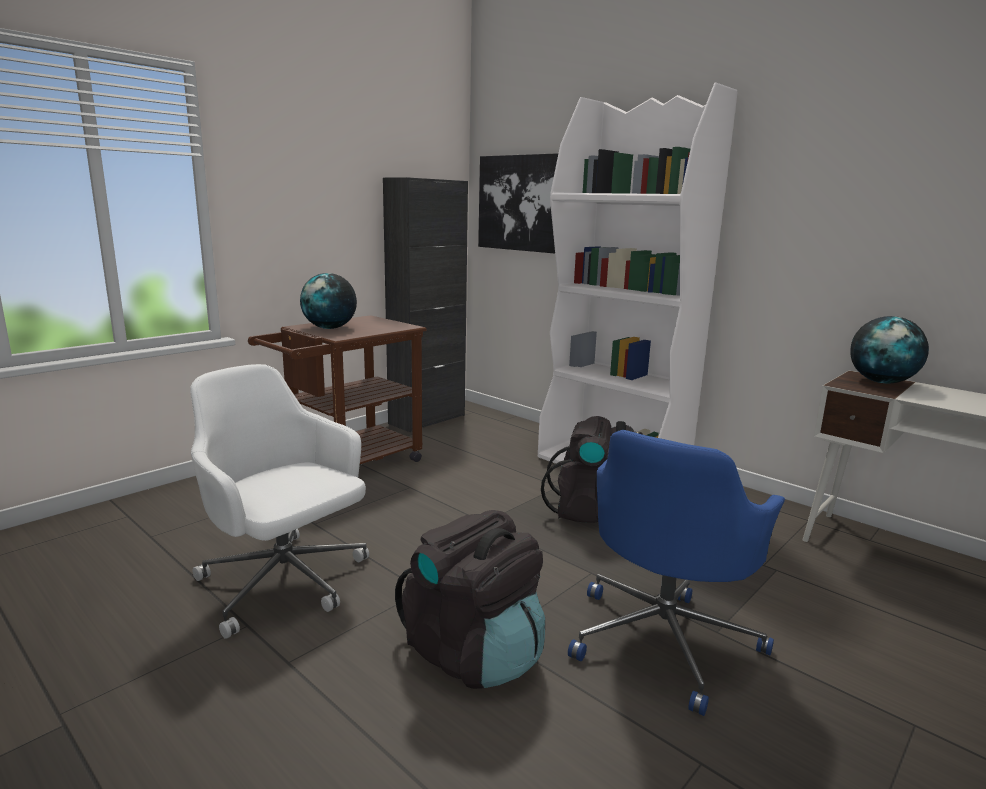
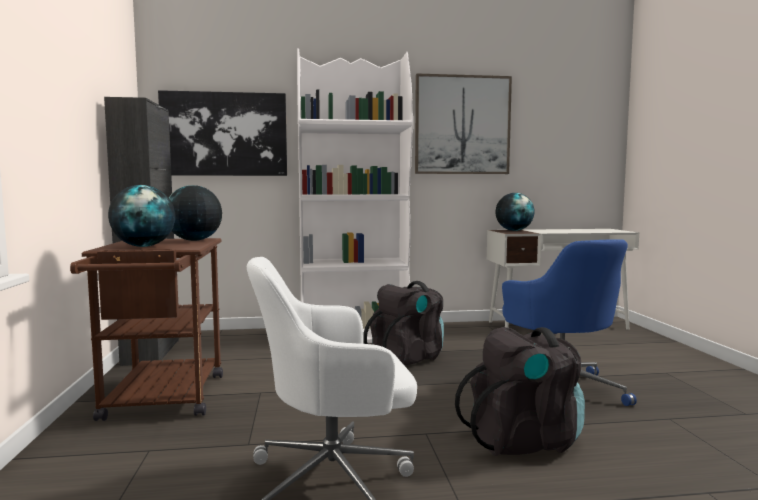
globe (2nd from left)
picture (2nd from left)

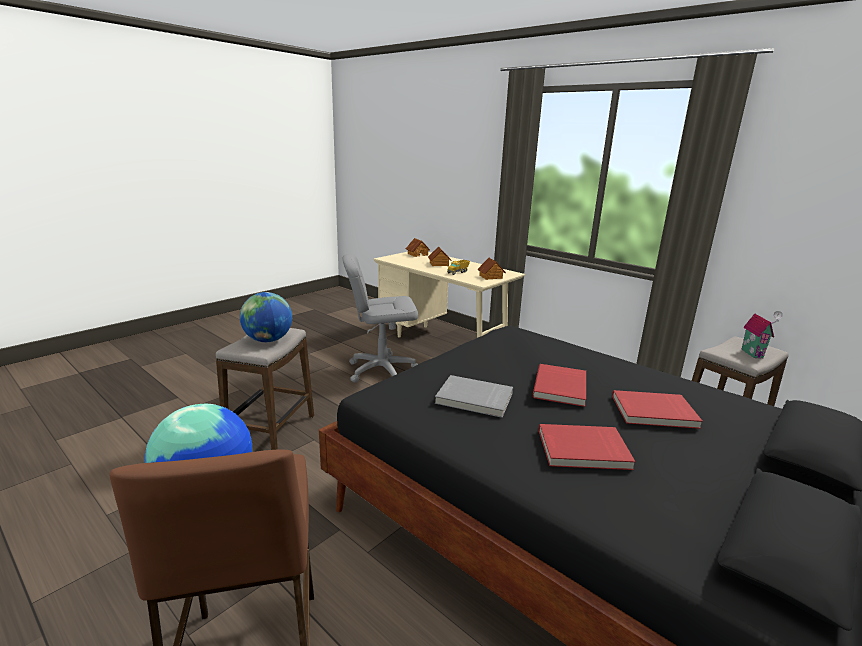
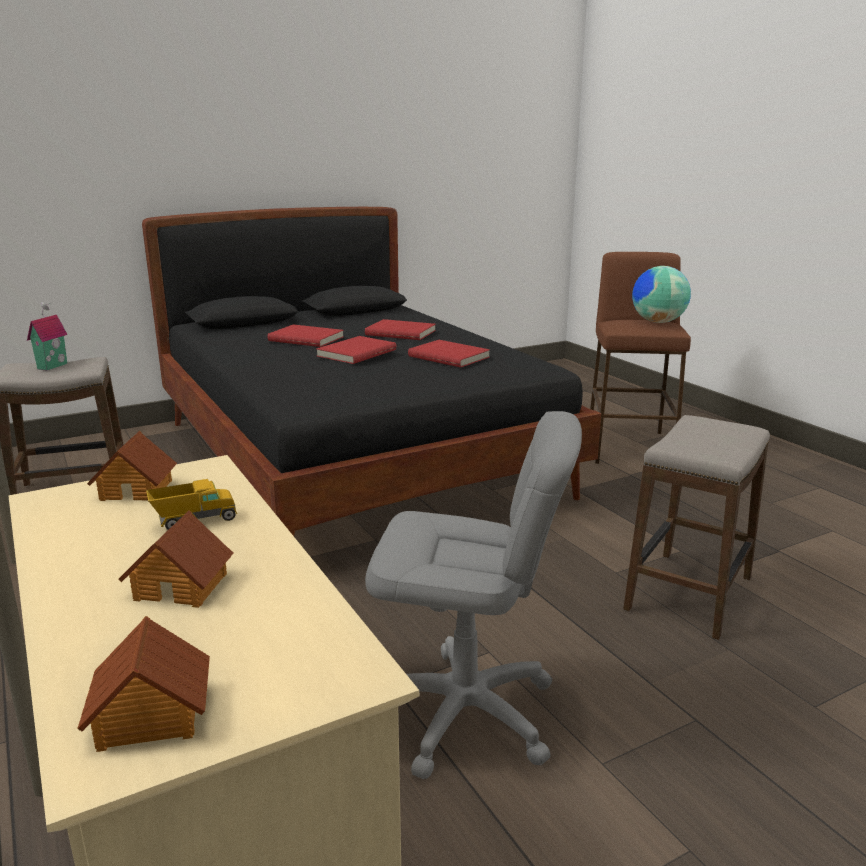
globe (2nd from left in the first image)
red book (4th from left)

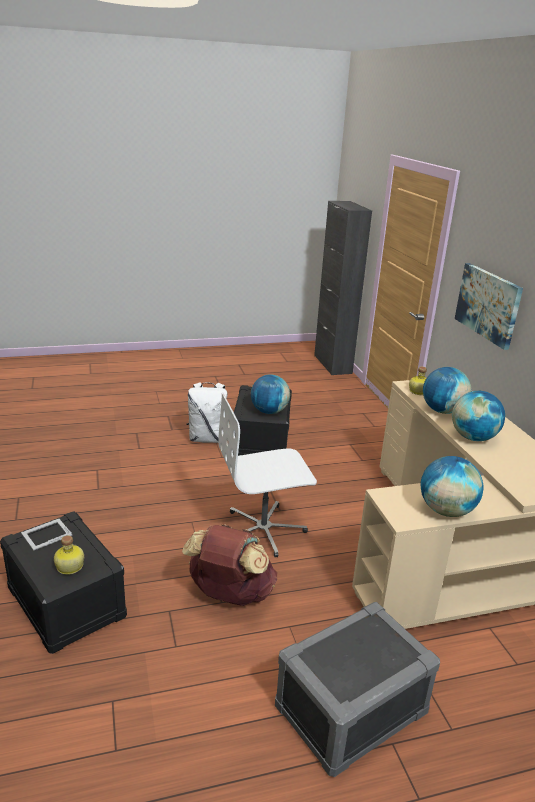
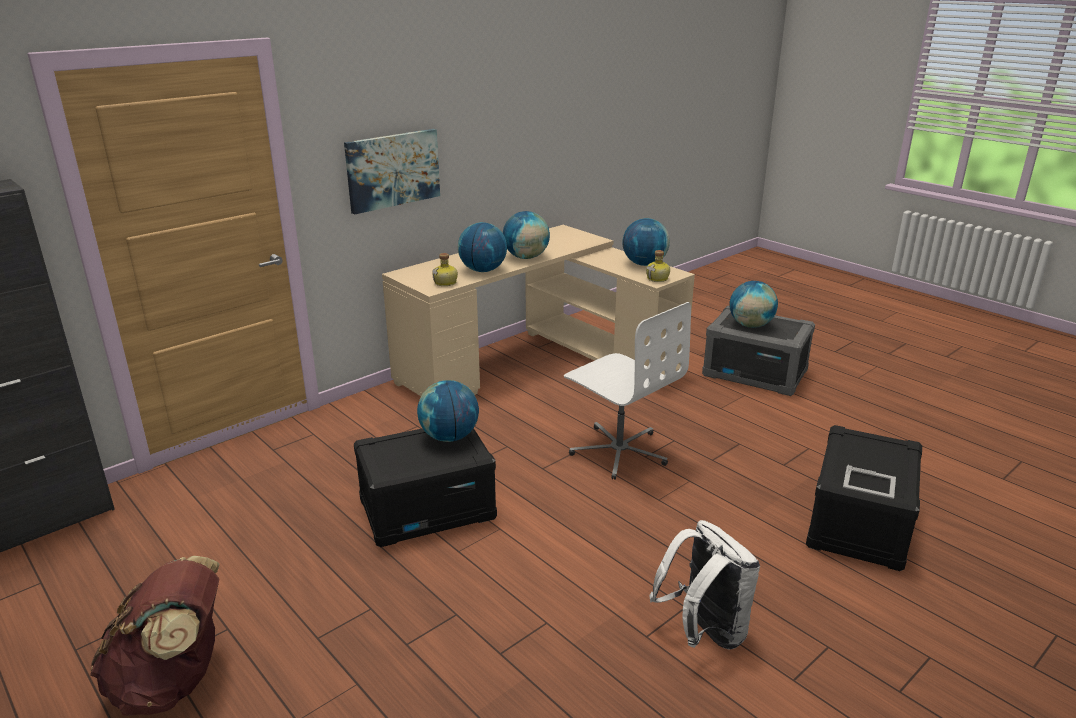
bottle (2nd from left)
brown backpack
white backpack
globe (5th from left)

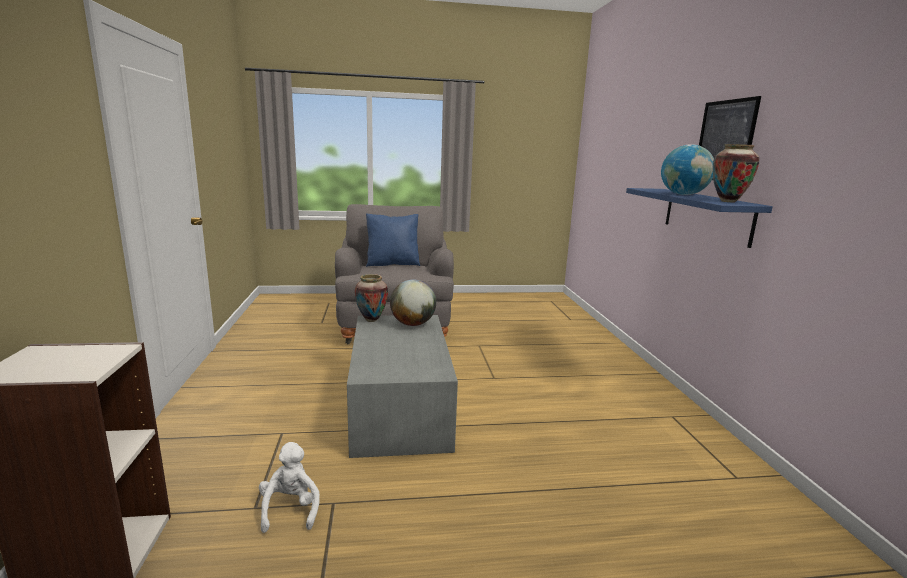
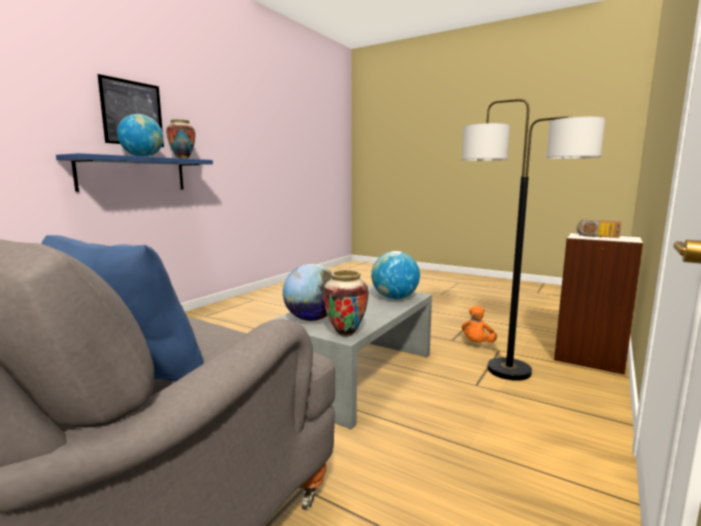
orange plush toy
globe (3rd from left)
floor lamp
radio

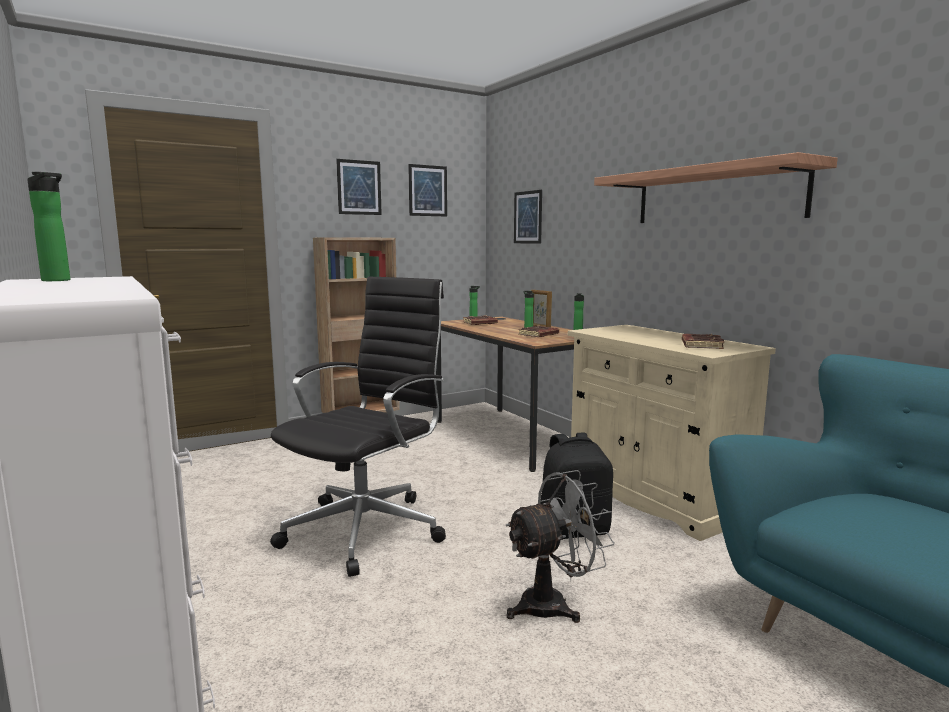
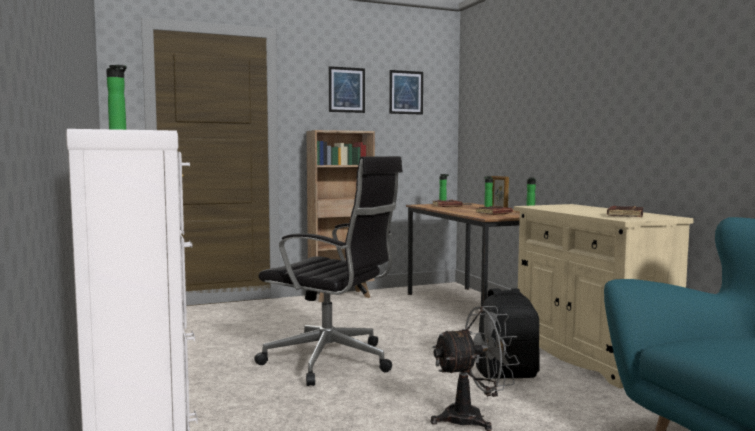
black office chair
picture (3rd from left in the first image)
shelf

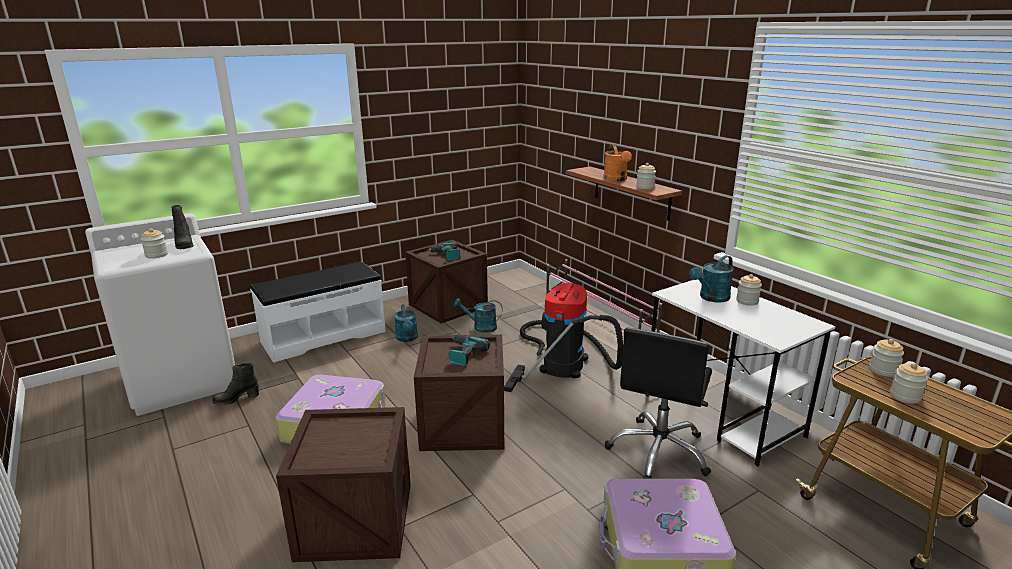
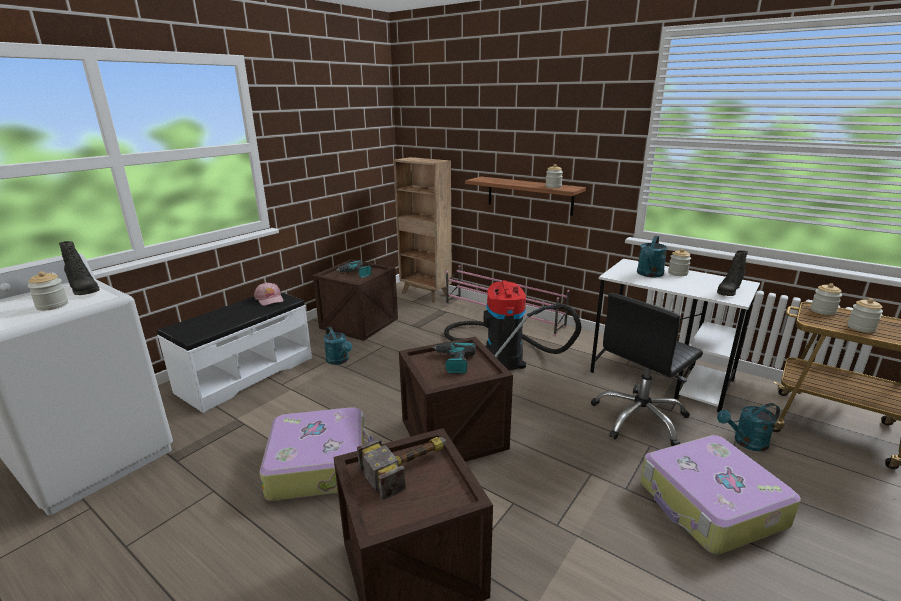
black boot (2nd from left)
turquoise watering can (3rd from left)
orange watering can
black office chair
pink cap
hammer
brown bookcase

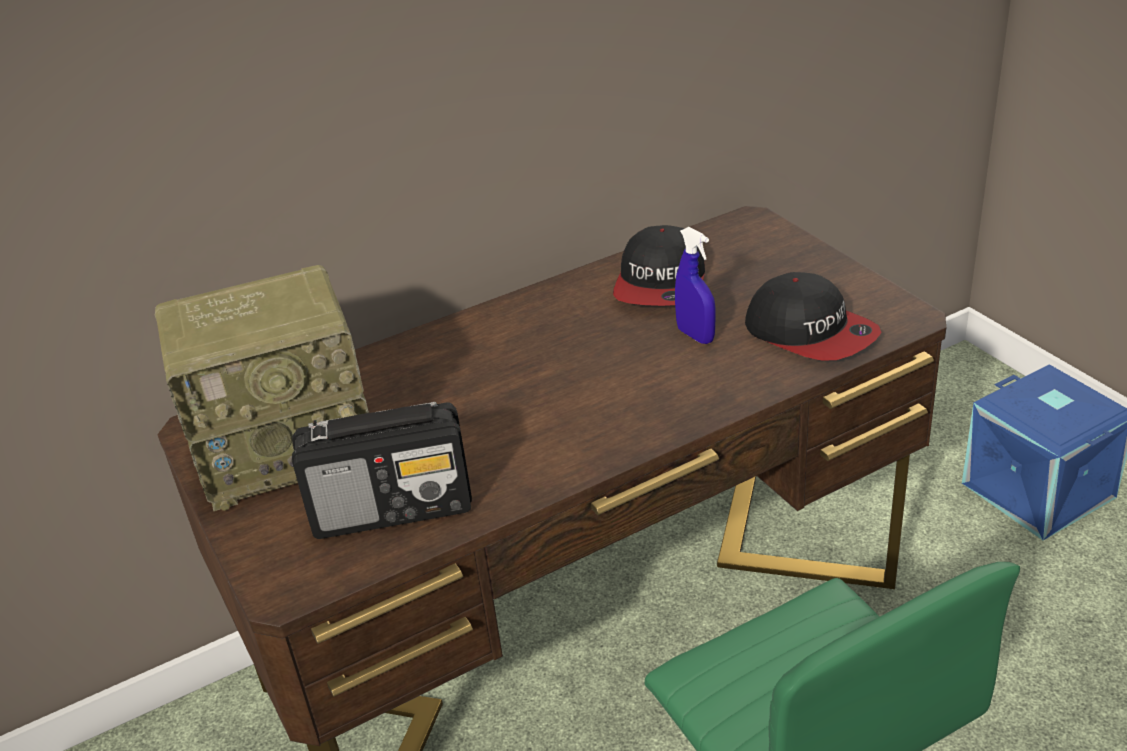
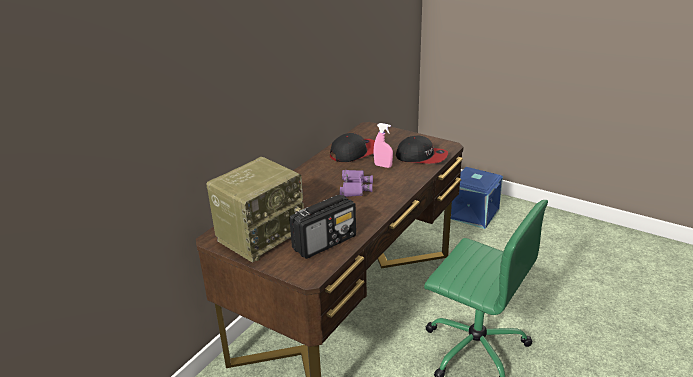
cap (1st from left)
pink spray bottle
purple binoculars

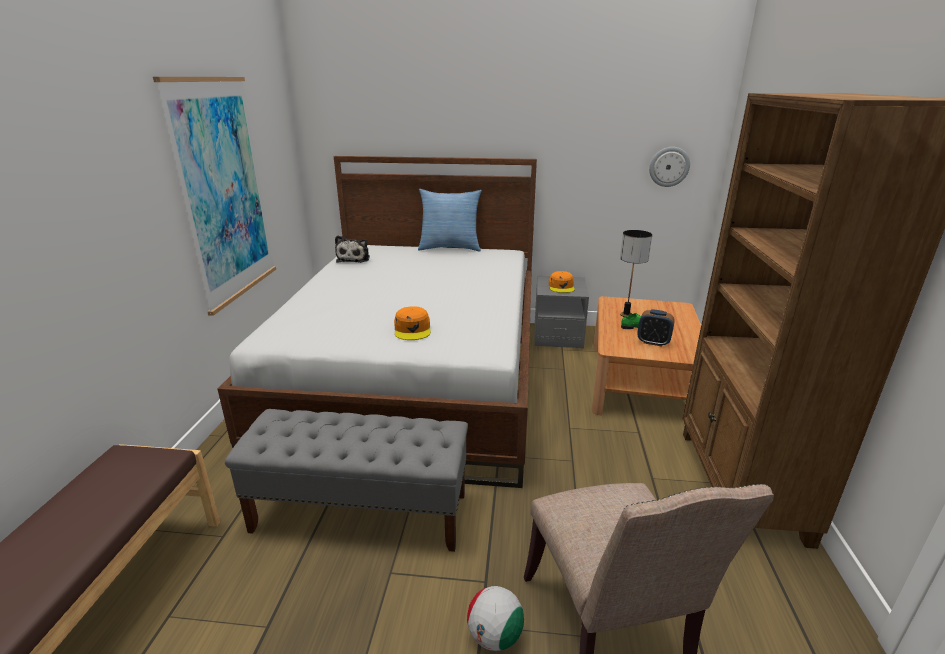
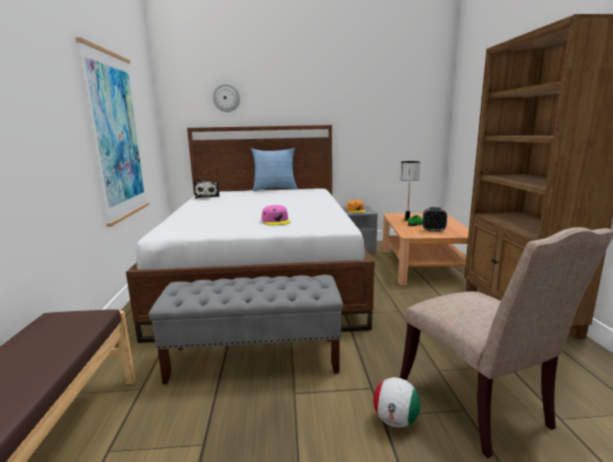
pink cap
wall clock

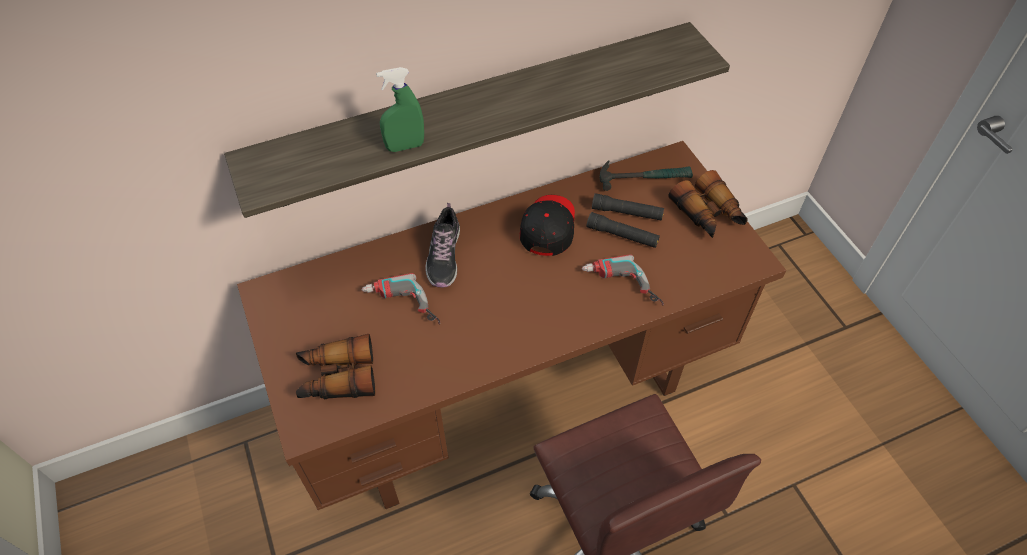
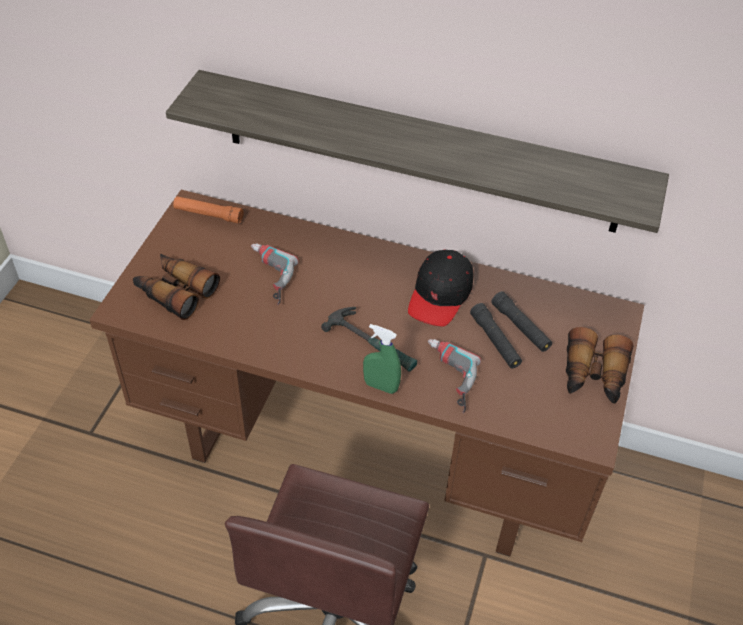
green spray bottle
shoe
black cap
hammer
orange flashlight

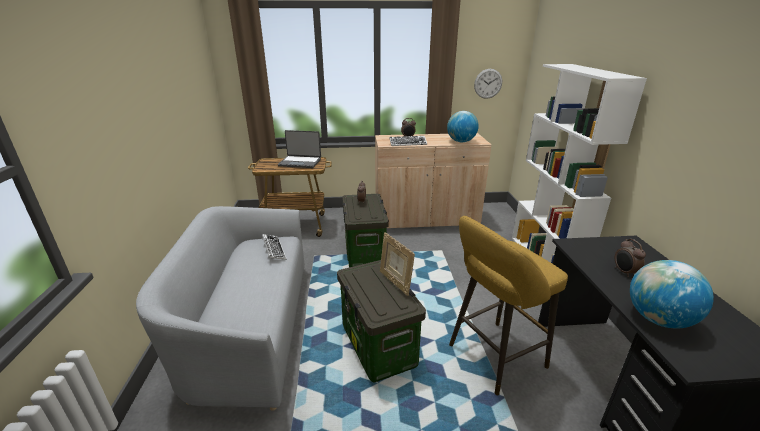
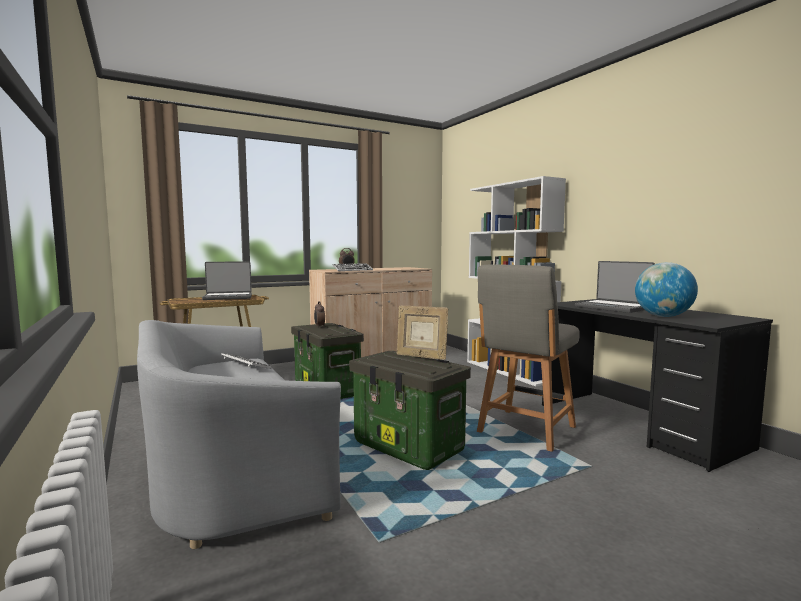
globe (1st from left in the first image)
grey chair
wall clock
laptop (2nd from left)

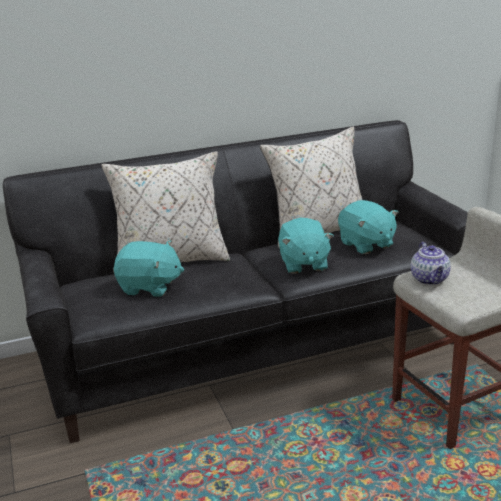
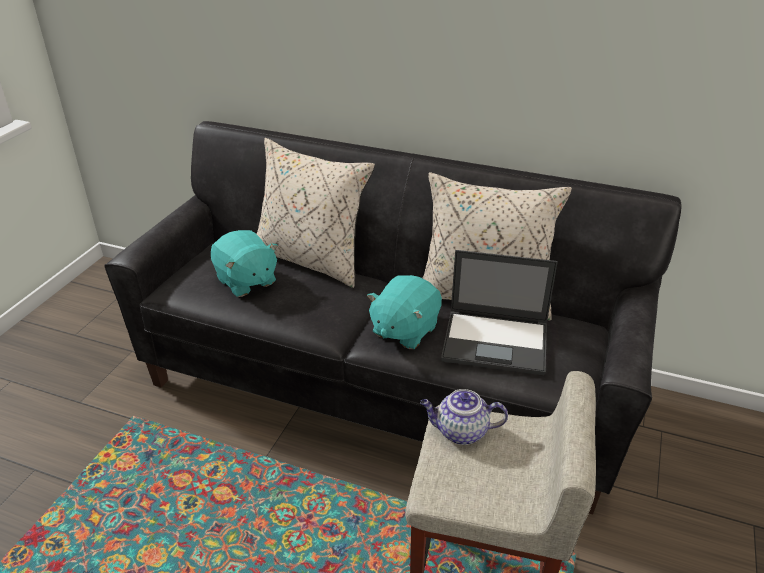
laptop
teapot

